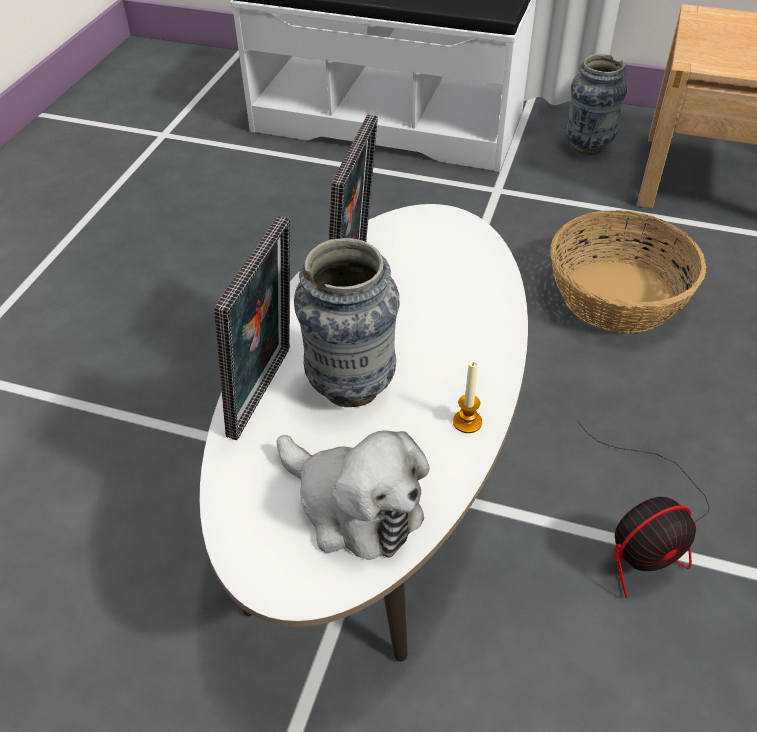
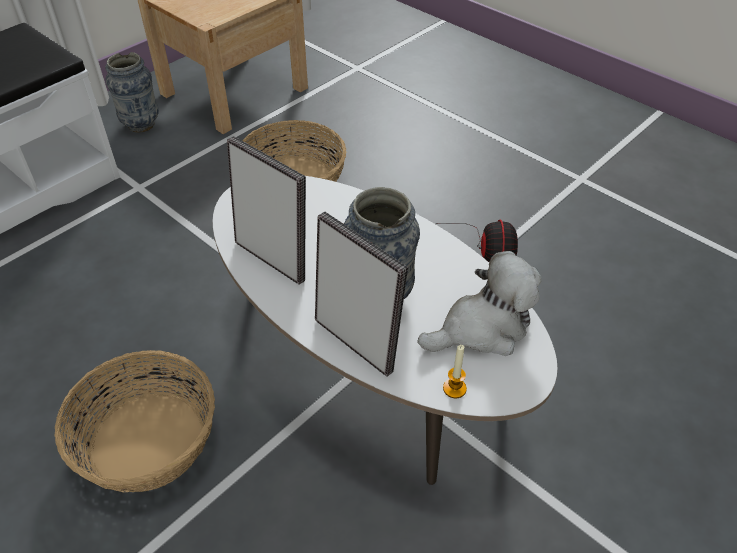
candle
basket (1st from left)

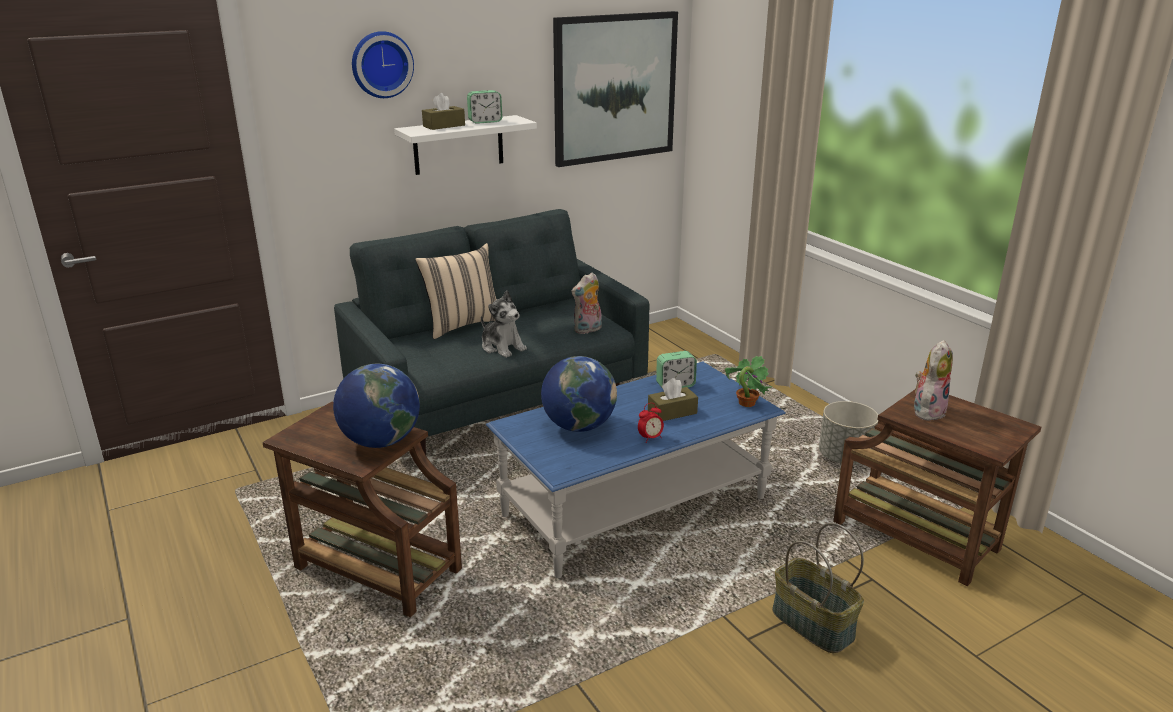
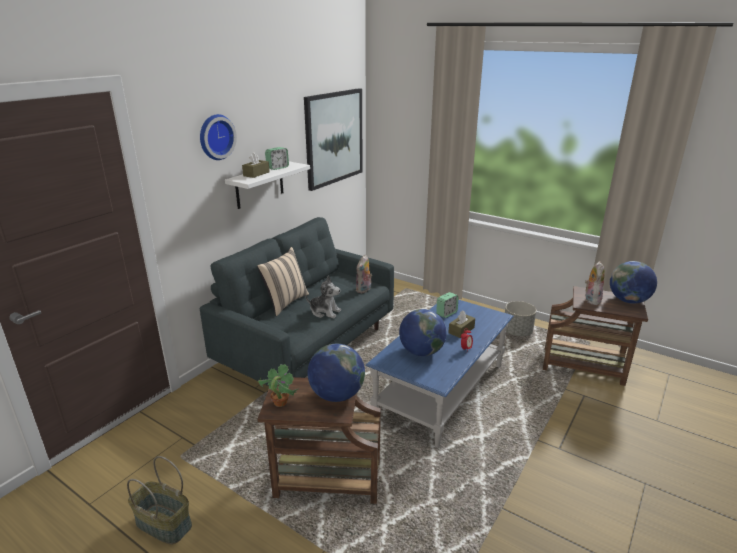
potted plant
basket
globe (3rd from left)

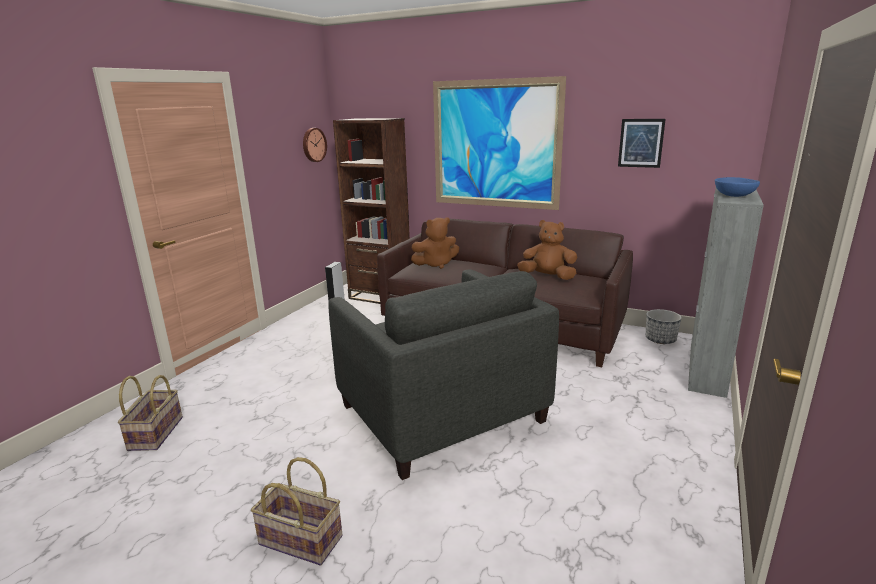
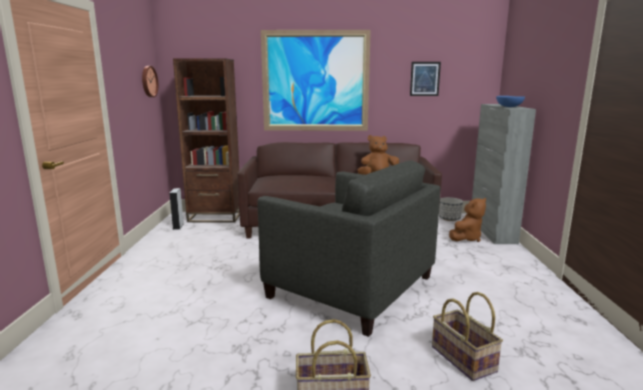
basket (2nd from left)
brown plush toy (2nd from left)

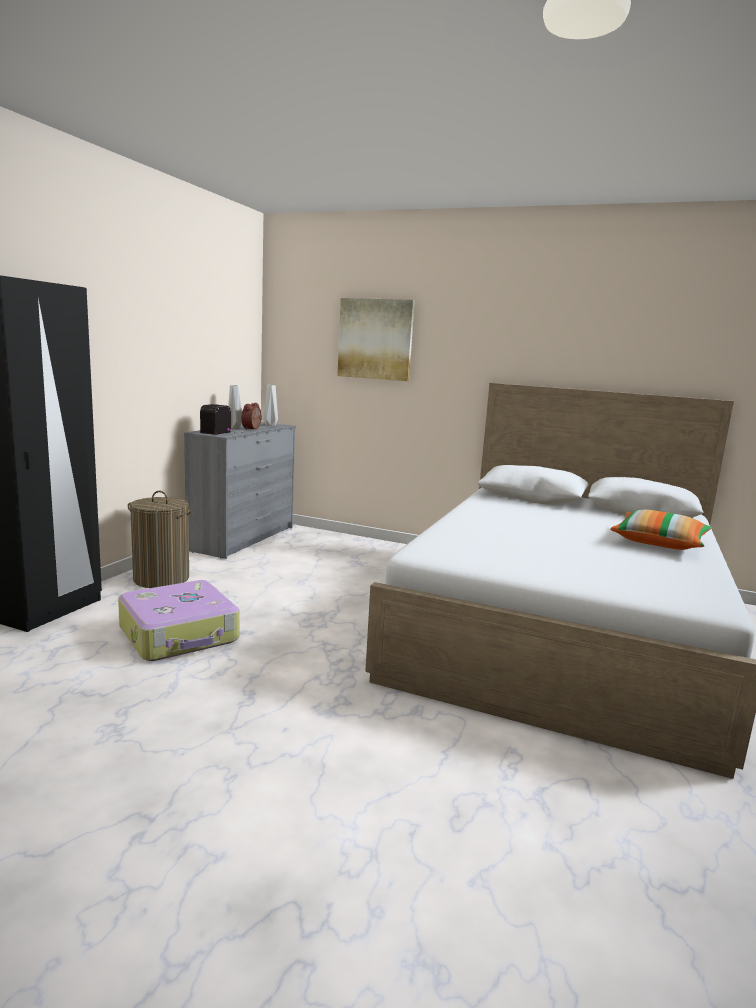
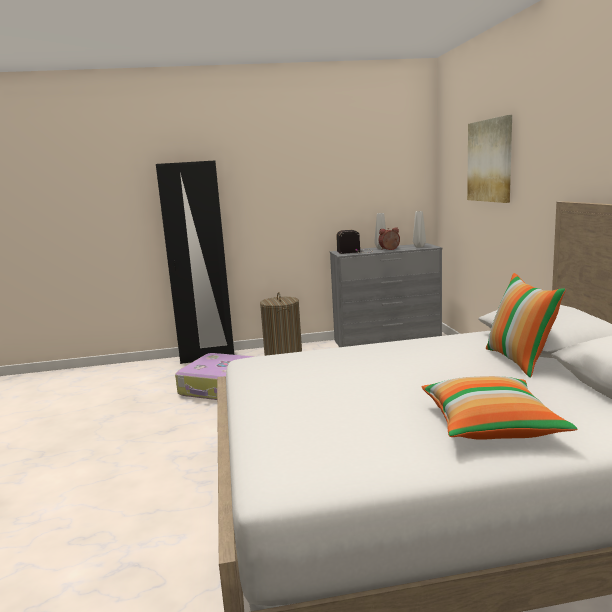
pillow (2nd from left)

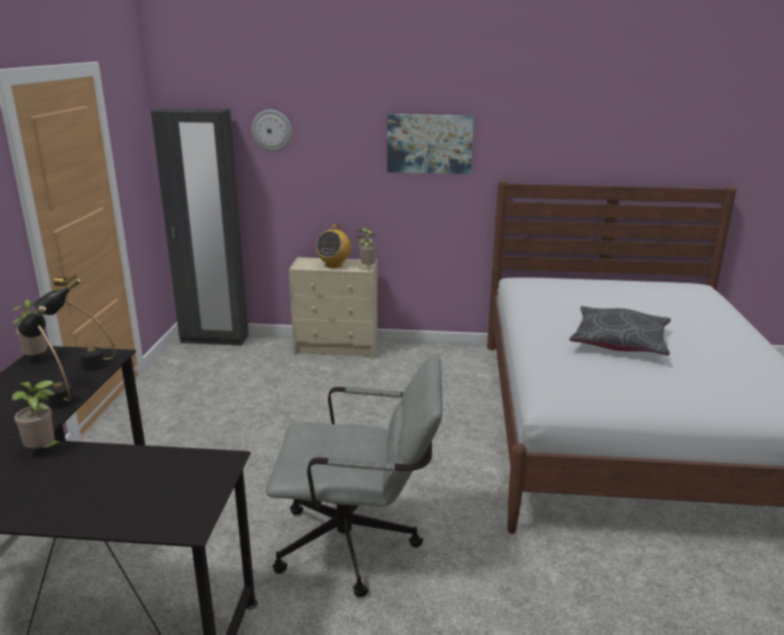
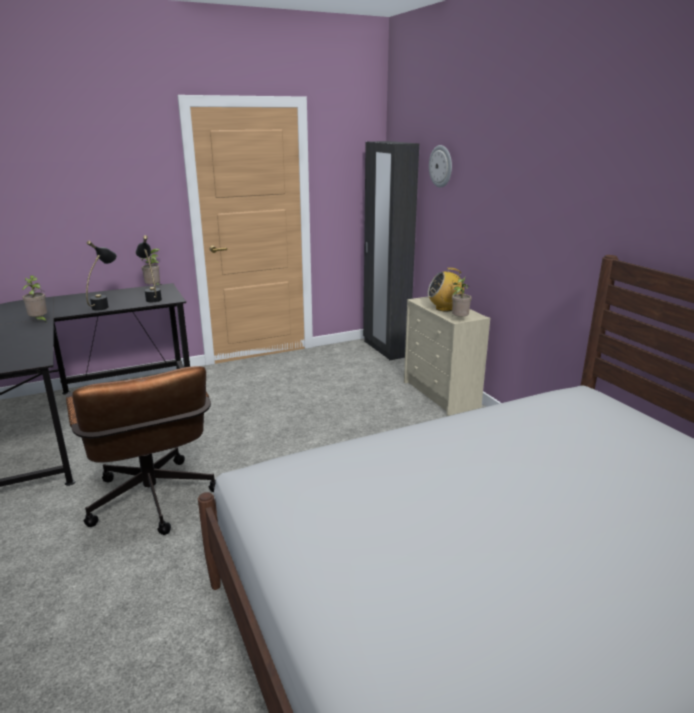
brown office chair
picture
grey pillow

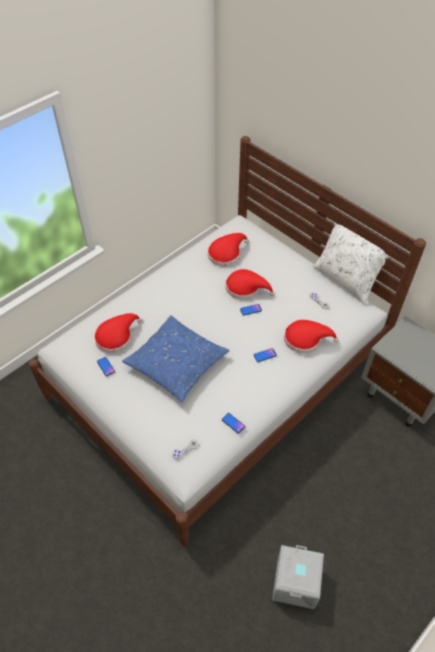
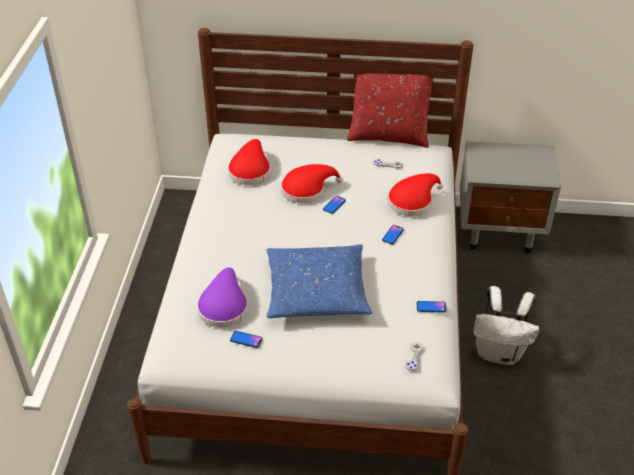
purple hat
grey storage box
red pillow
white backpack

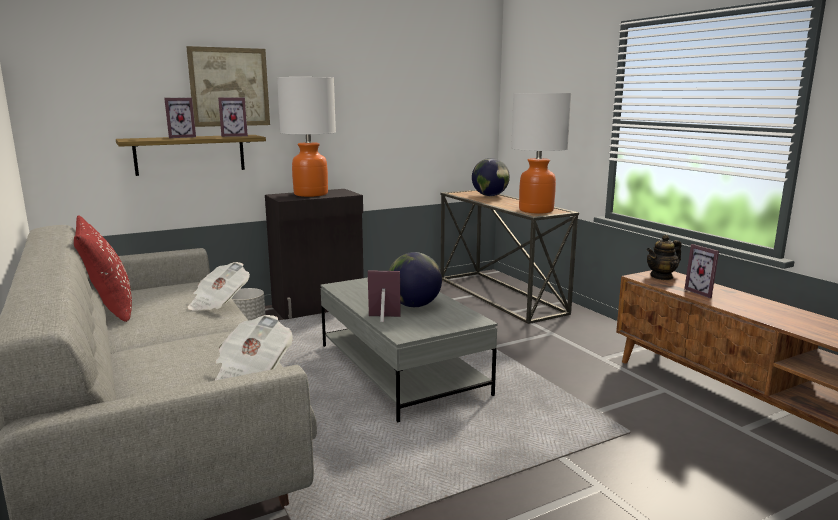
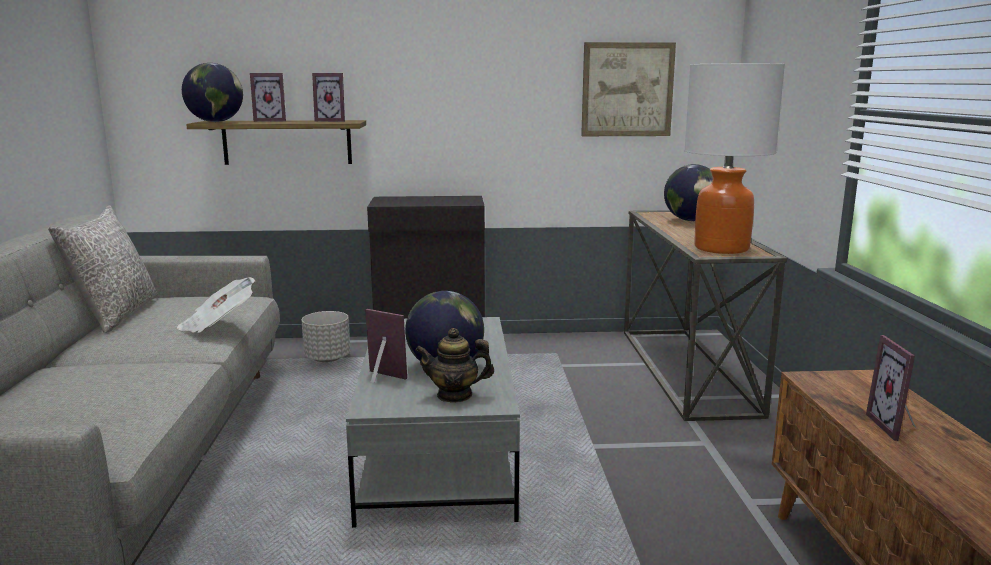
grey pillow
picture
newspaper (2nd from left in the first image)
table lamp (1st from left in the first image)
teapot
globe (1st from left)

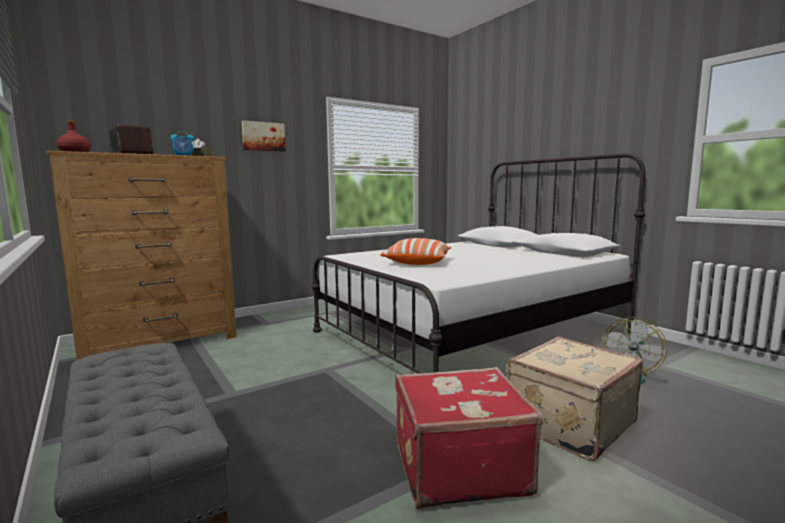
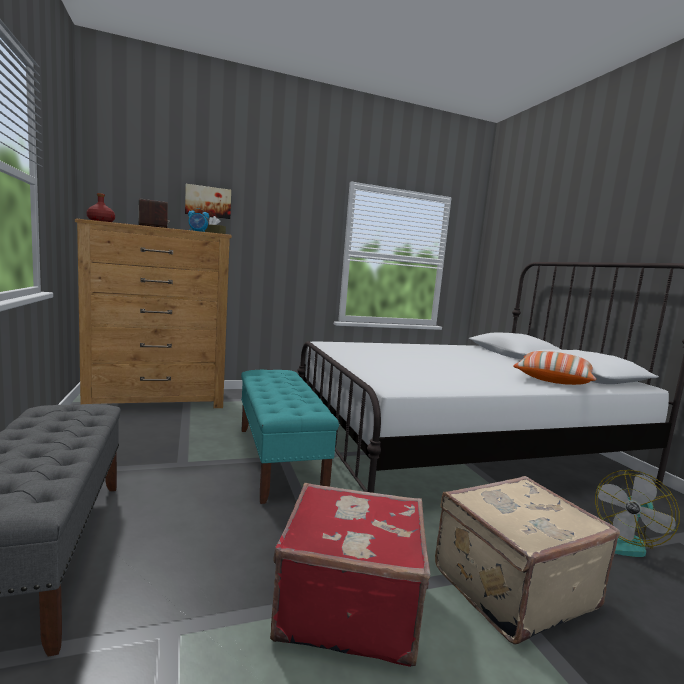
picture
pillow
turquoise bench

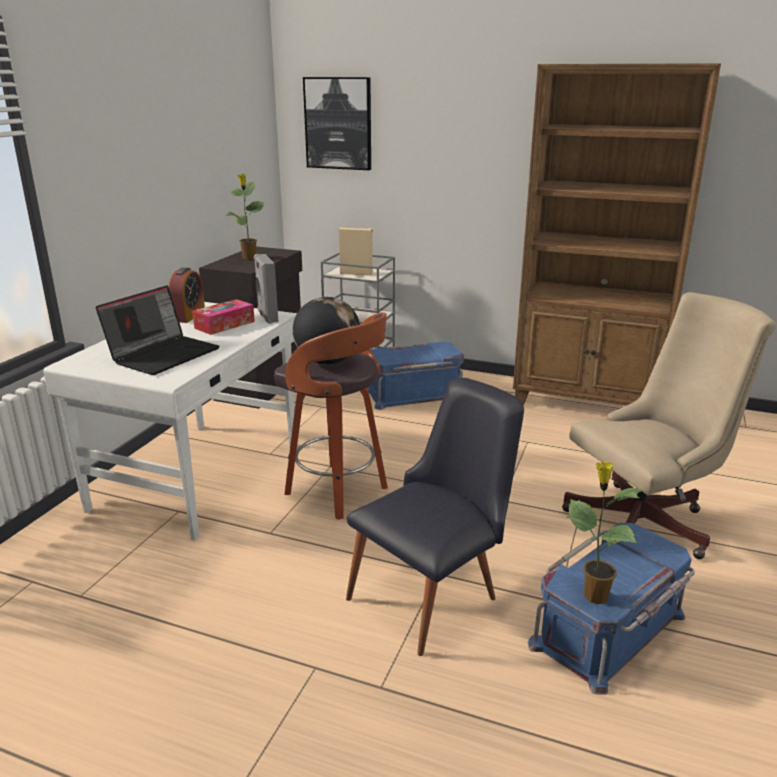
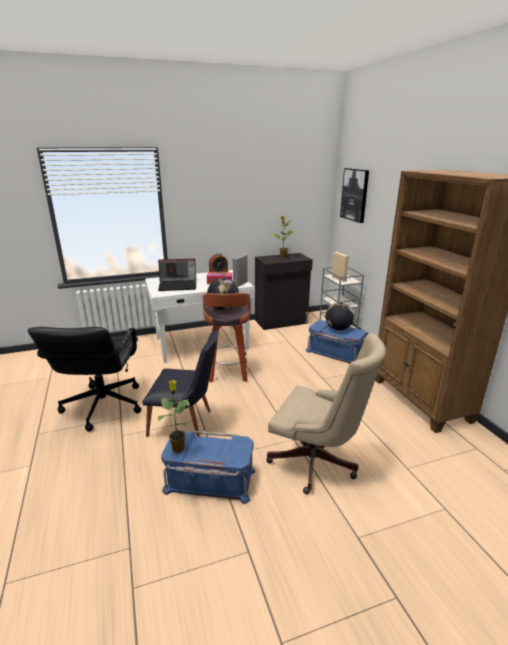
black office chair
globe (2nd from left)

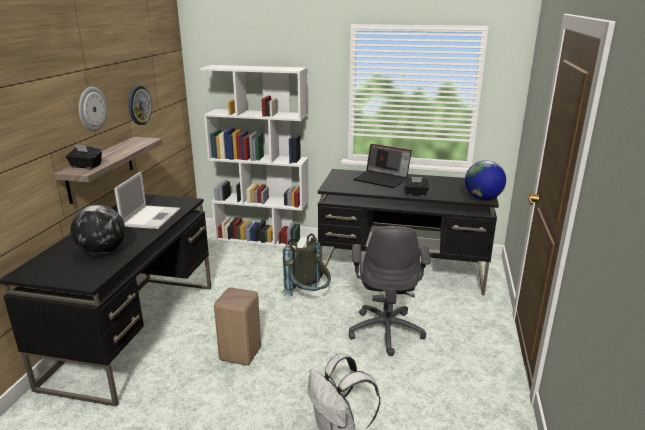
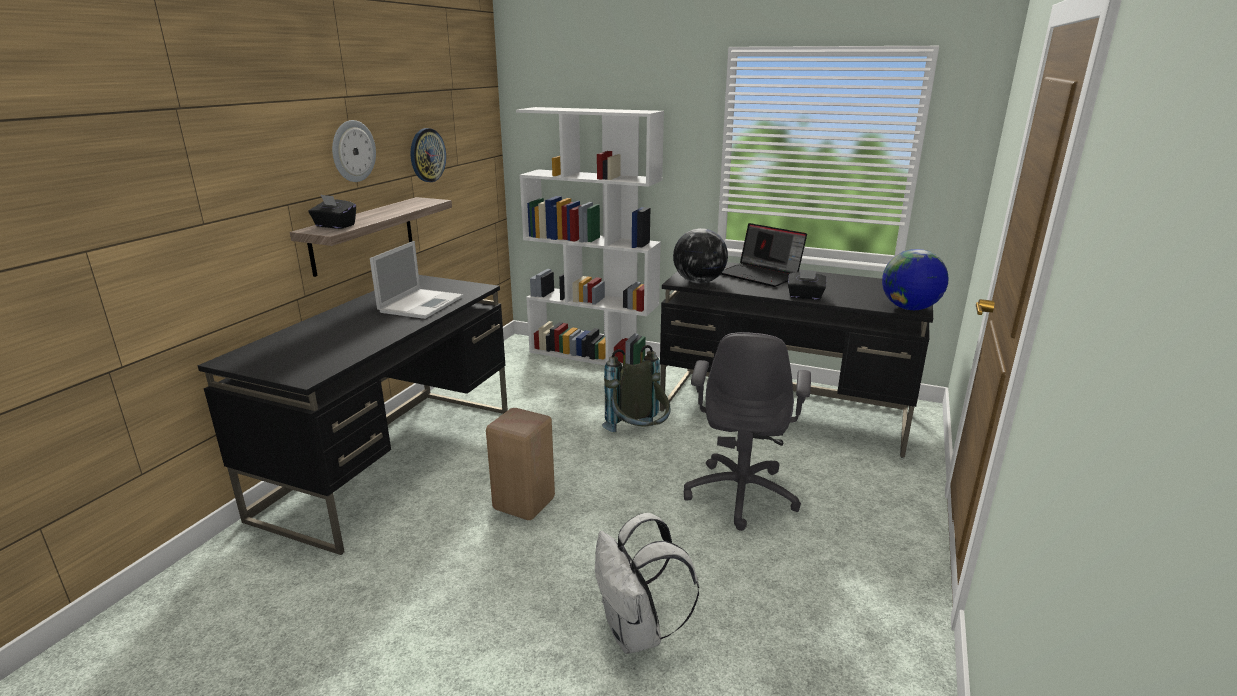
globe (1st from left)

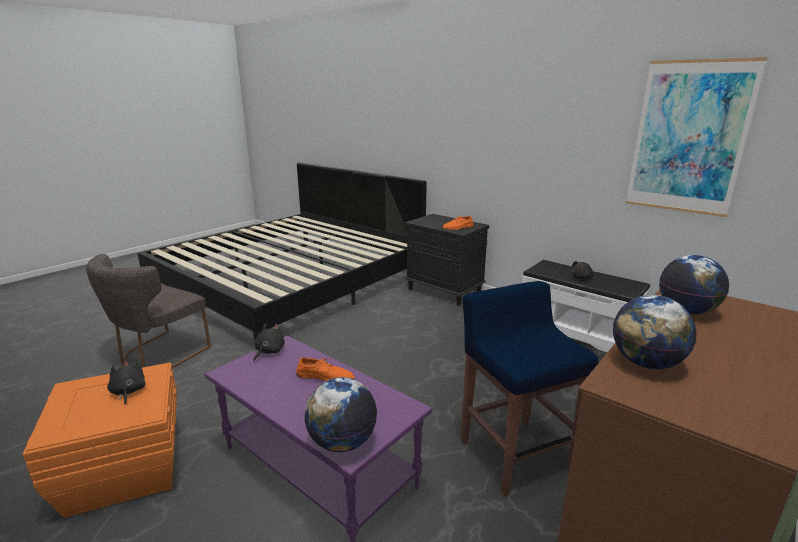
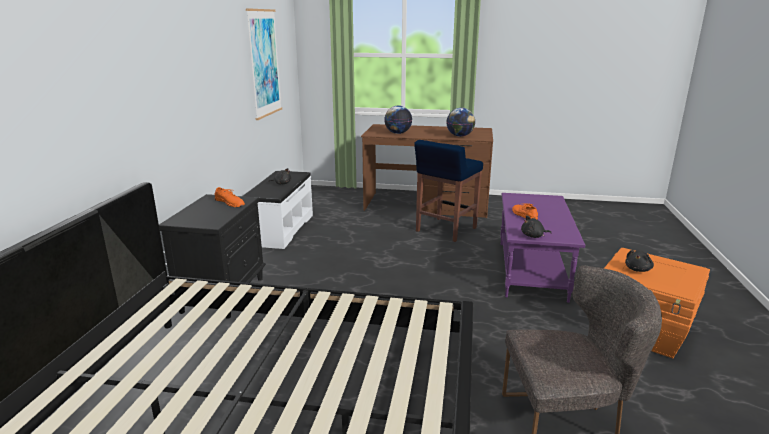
globe (1st from left in the first image)

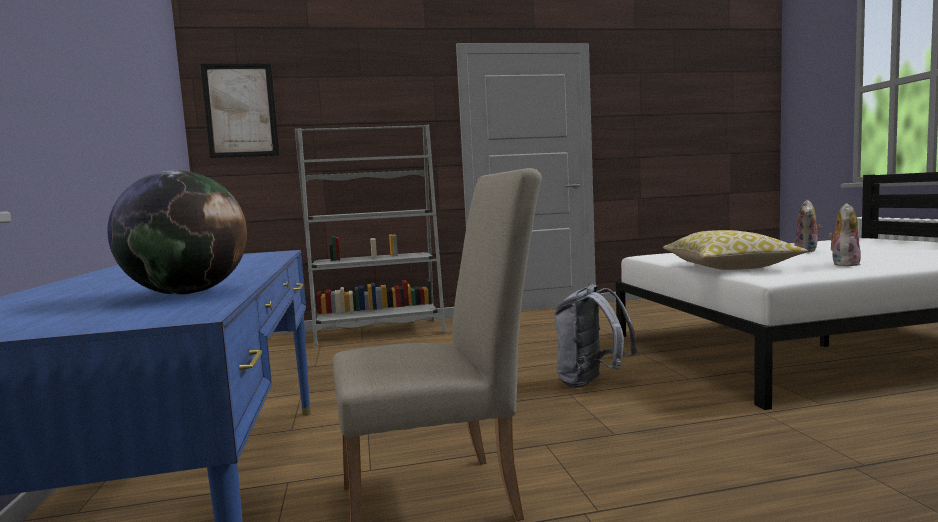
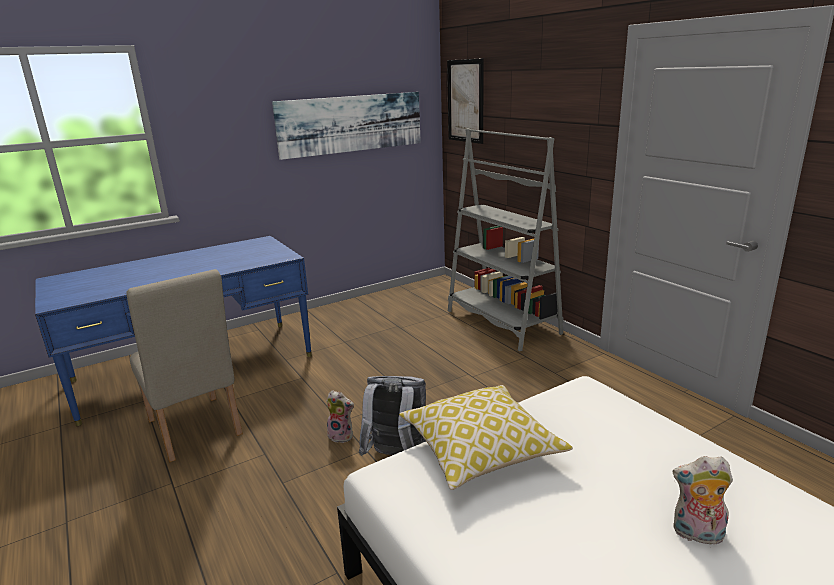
globe
plush toy (1st from left)
picture (1st from left)

